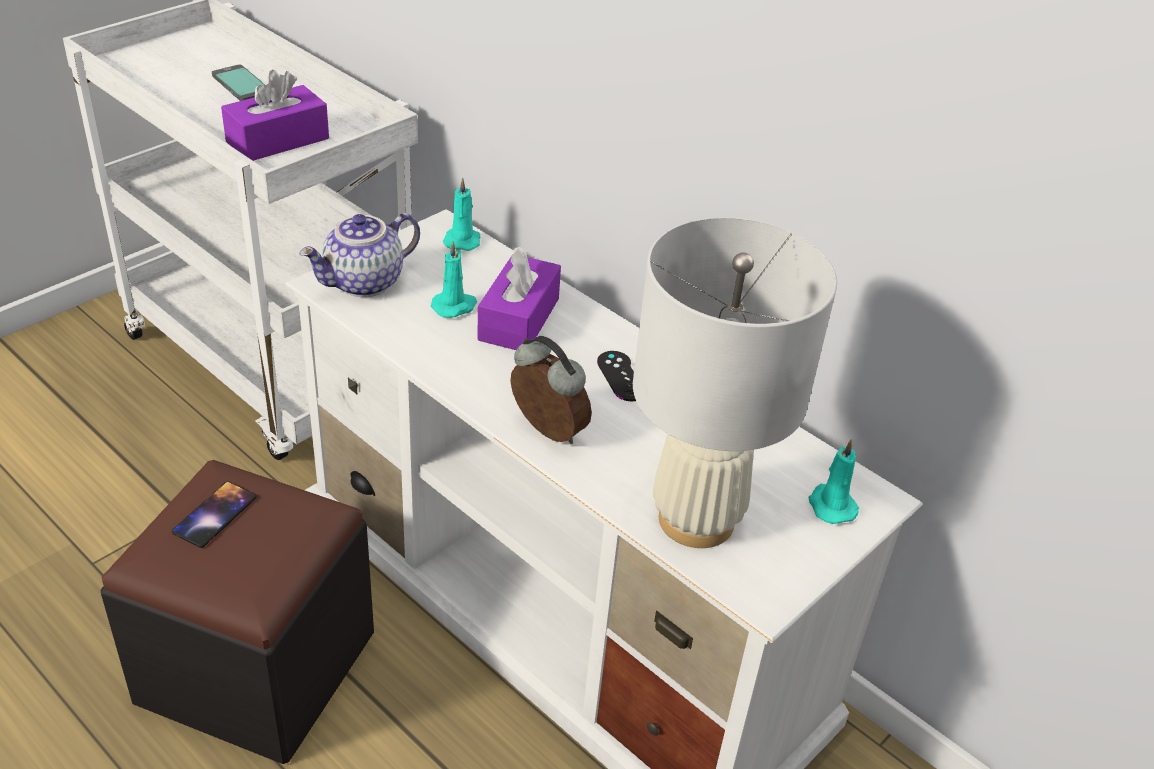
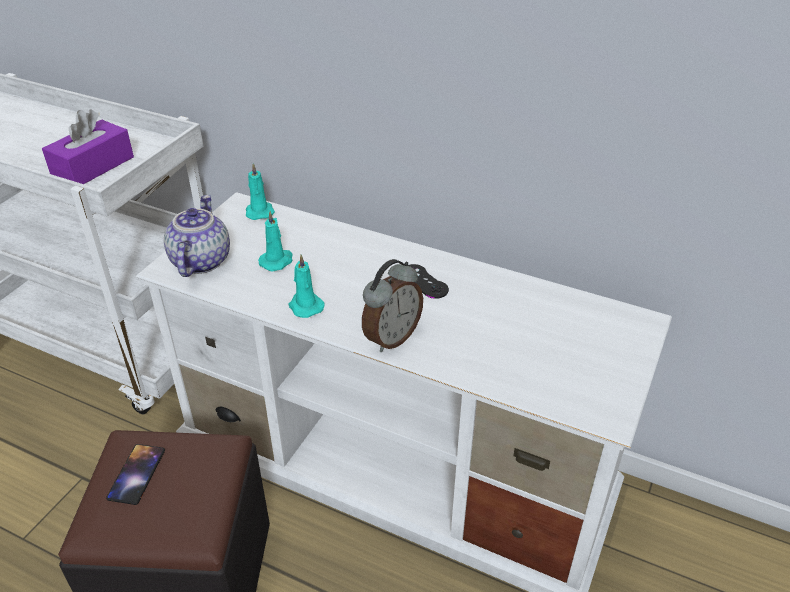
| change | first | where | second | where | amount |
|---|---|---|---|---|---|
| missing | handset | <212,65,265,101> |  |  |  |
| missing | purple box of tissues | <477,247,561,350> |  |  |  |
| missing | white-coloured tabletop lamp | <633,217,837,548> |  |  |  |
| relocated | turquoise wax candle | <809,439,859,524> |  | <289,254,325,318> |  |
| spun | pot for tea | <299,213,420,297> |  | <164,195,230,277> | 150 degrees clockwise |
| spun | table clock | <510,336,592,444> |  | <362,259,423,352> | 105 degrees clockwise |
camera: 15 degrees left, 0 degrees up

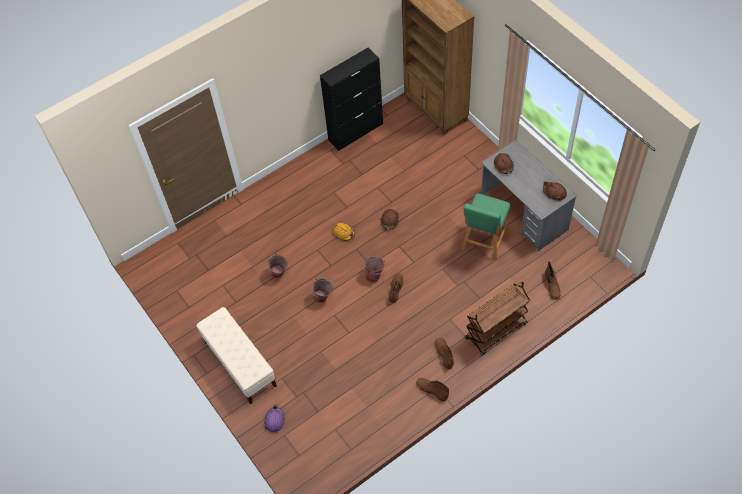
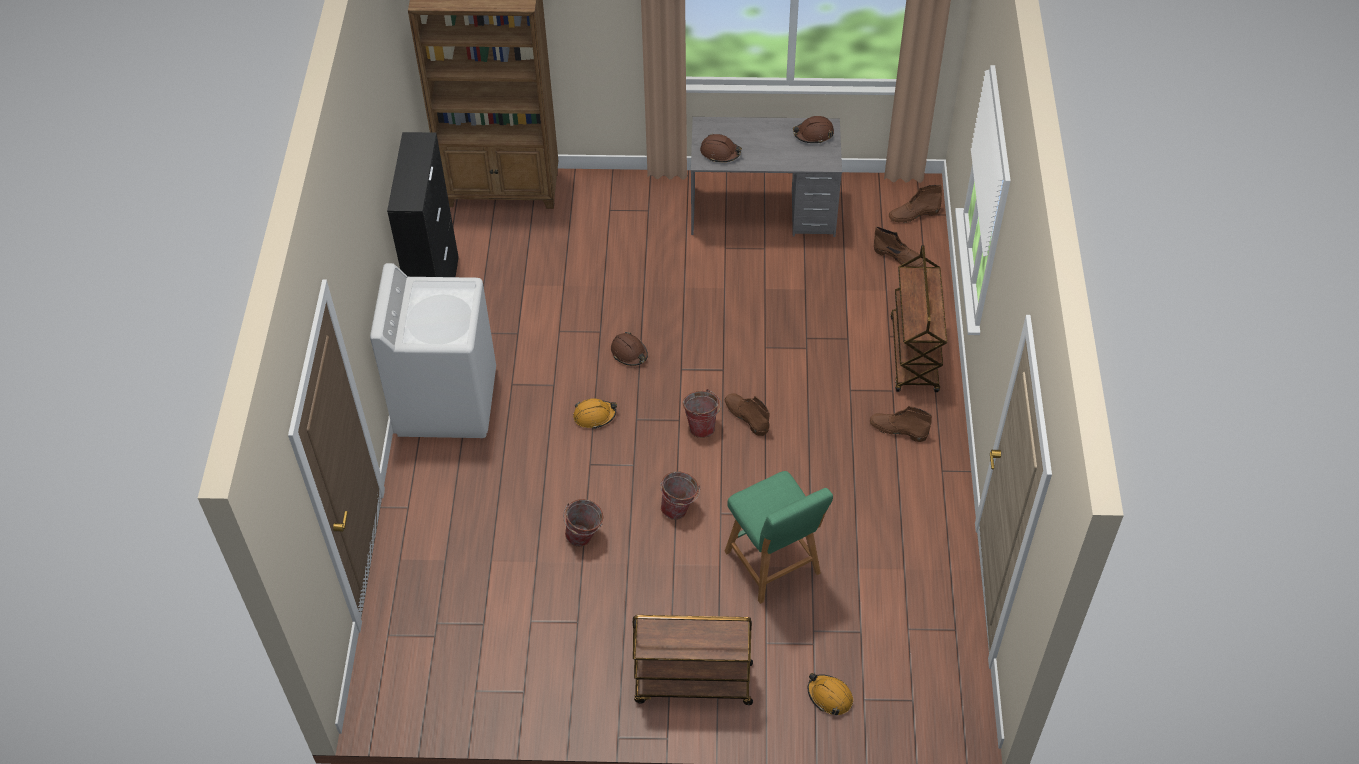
| change | first | where | second | where | amount |
|---|---|---|---|---|---|
| appeared |  |  | white-coloured laundry appliance | <370,263,496,438> |  |
| relocated | brown boot | <416,378,449,401> |  | <889,184,942,223> |  |
| relocated | green stool seat | <462,194,510,260> |  | <724,471,833,604> |  |
| exchanged | beige-coloured bench | <196,307,277,404> | brown trolley | <633,615,753,705> |  |
| colour | purple safety helmet | <264,404,285,433> | orange-coloured safety helmet | <808,673,853,716> |  |
camera: 55 degrees left, 5 degrees down

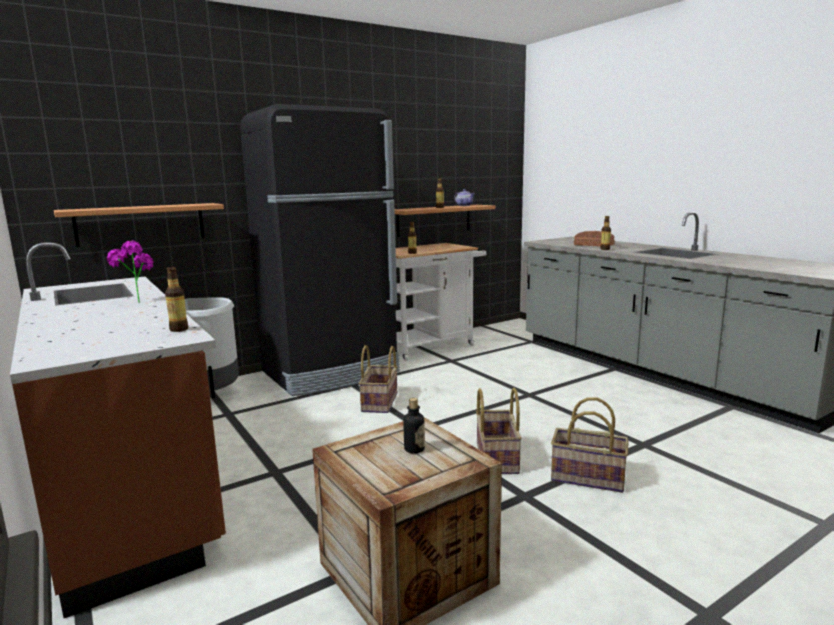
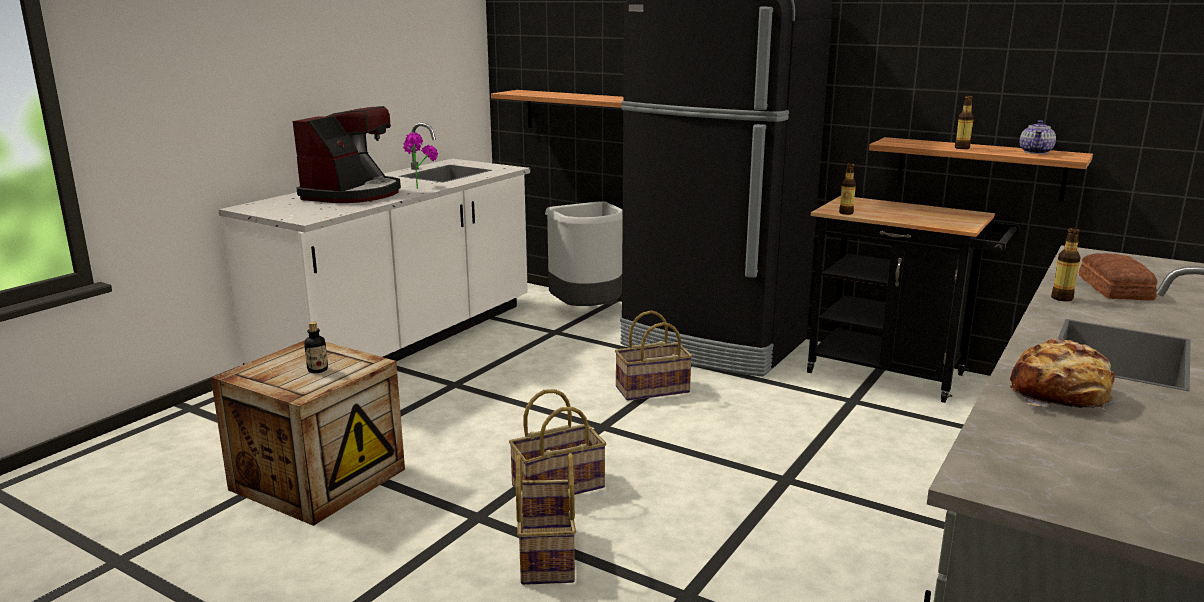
| change | first | where | second | where | amount |
|---|---|---|---|---|---|
| missing | drink bottle | <165,267,188,332> |  |  |  |
| appeared |  |  | coffee machine | <293,106,401,203> |  |
| appeared |  |  | baked bread | <1010,338,1115,410> |  |
| colour | brown kitchen base unit | <10,242,226,618> | white-coloured kitchen base unit | <218,122,530,365> |  |
| colour | white-coloured trolley | <396,243,486,361> | black-coloured trolley | <807,196,1020,403> |  |
camera: 65 degrees right, 5 degrees up

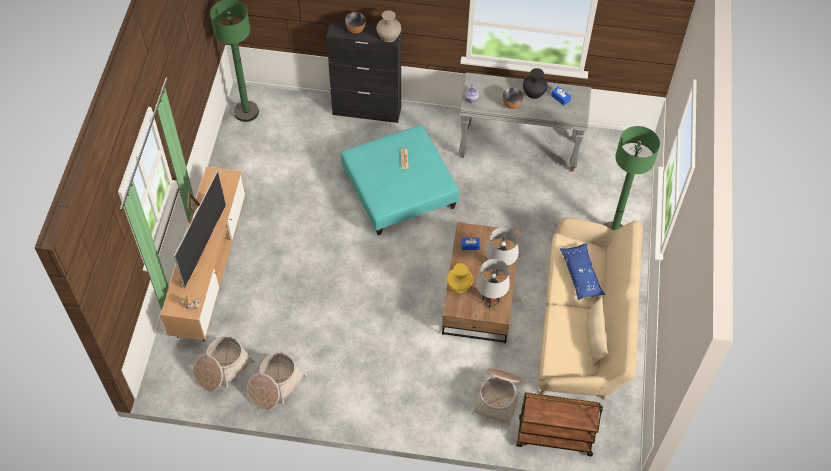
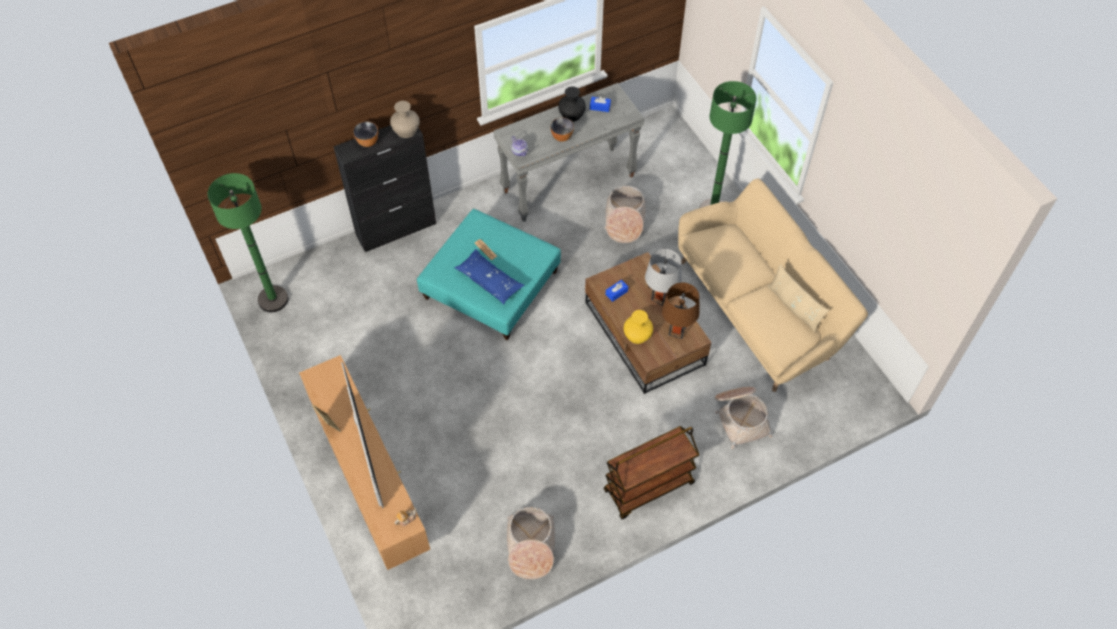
| change | first | where | second | where | amount |
|---|---|---|---|---|---|
| relocated | household basket | <193,336,255,392> |  | <605,186,646,243> |  |
| relocated | brown trolley | <516,392,603,456> |  | <603,426,699,519> |  |
| relocated | bluish throw pillow | <560,243,605,300> |  | <454,249,524,304> |  |
| colour | grey tabletop lamp | <476,259,510,308> | brown tabletop lamp | <662,283,699,339> |  |
camera: 35 degrees left, 0 degrees up

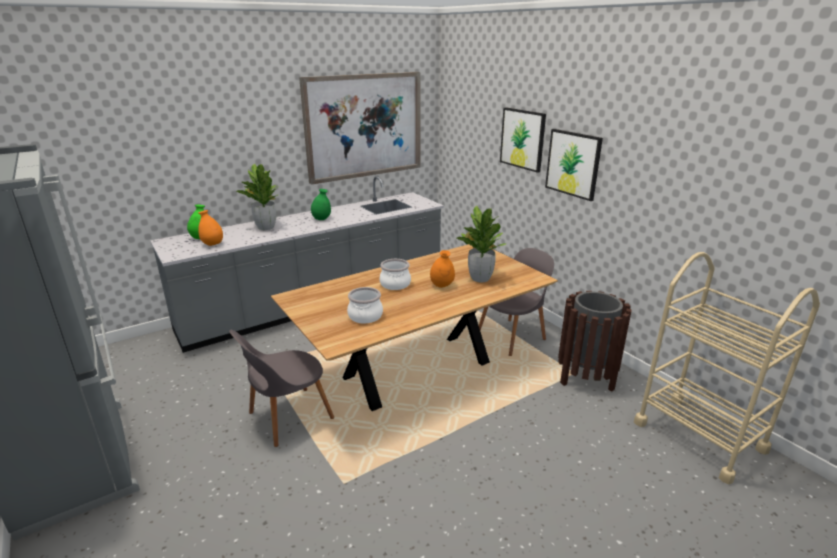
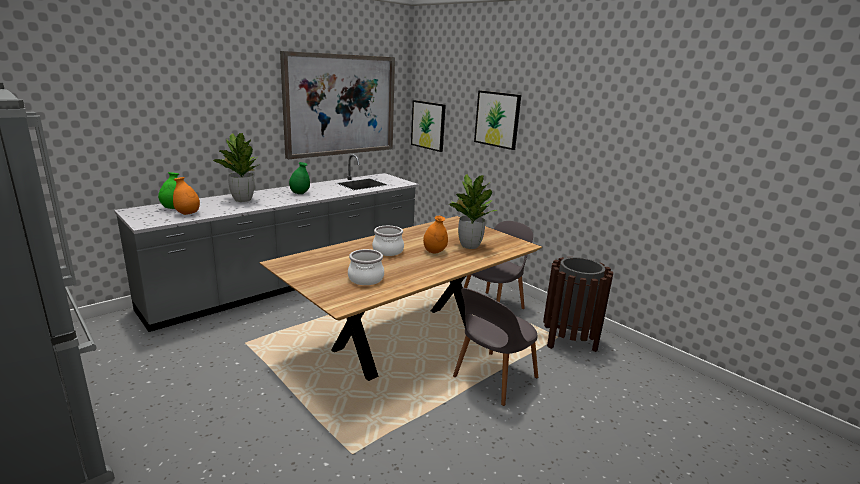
| change | first | where | second | where | amount |
|---|---|---|---|---|---|
| missing | beige-coloured trolley | <634,252,820,484> |  |  |  |
| relocated | grey chair | <229,330,334,447> |  | <453,288,538,406> |  |
| relocated | wall art | <545,129,603,201> |  | <411,100,446,152> |  |
camera: 10 degrees left, 5 degrees down

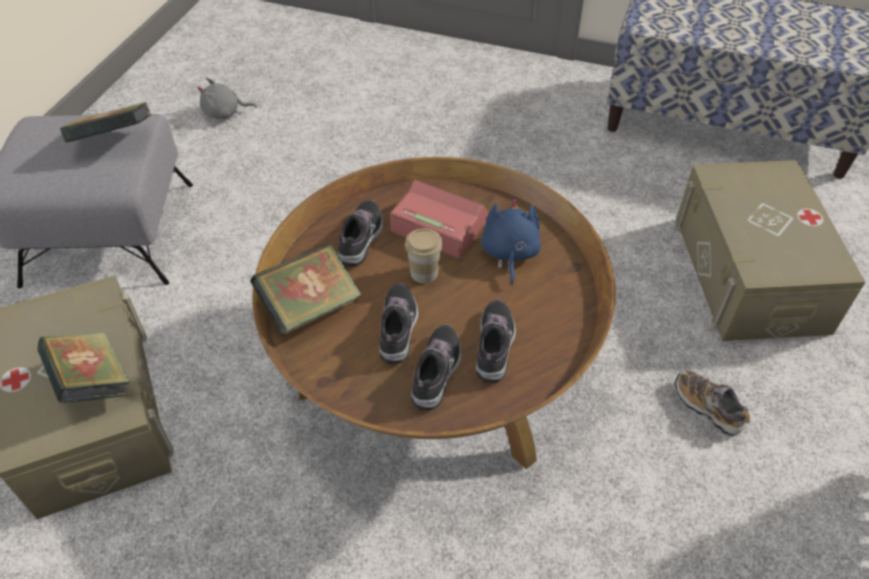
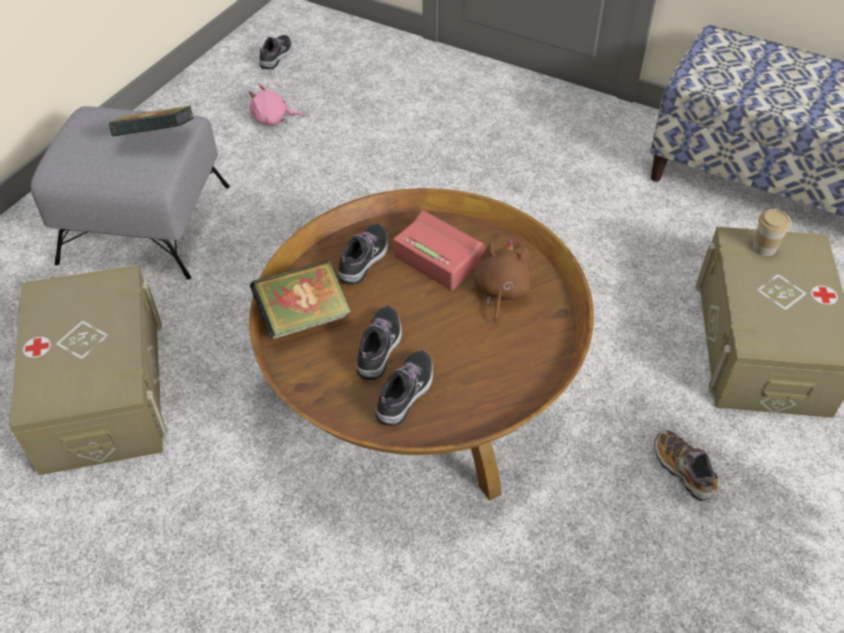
| change | first | where | second | where | amount |
|---|---|---|---|---|---|
| missing | bound book | <37,333,130,403> |  |  |  |
| relocated | small cup | <405,228,443,283> |  | <752,209,791,256> |  |
| relocated | low shoe | <476,299,516,383> |  | <259,35,292,69> |  |
| colour | grey plush toy | <197,78,257,119> | pink plush toy | <249,83,304,125> |  |
| colour | bluish plush toy | <481,198,541,286> | brown plush toy | <474,239,532,322> |  |
camera: 10 degrees right, 0 degrees up

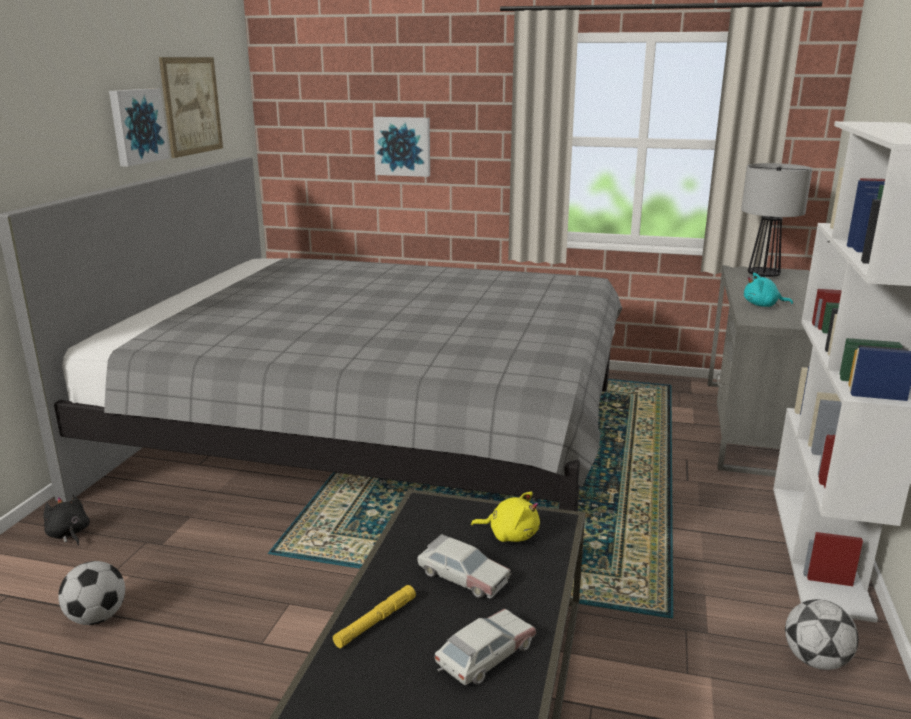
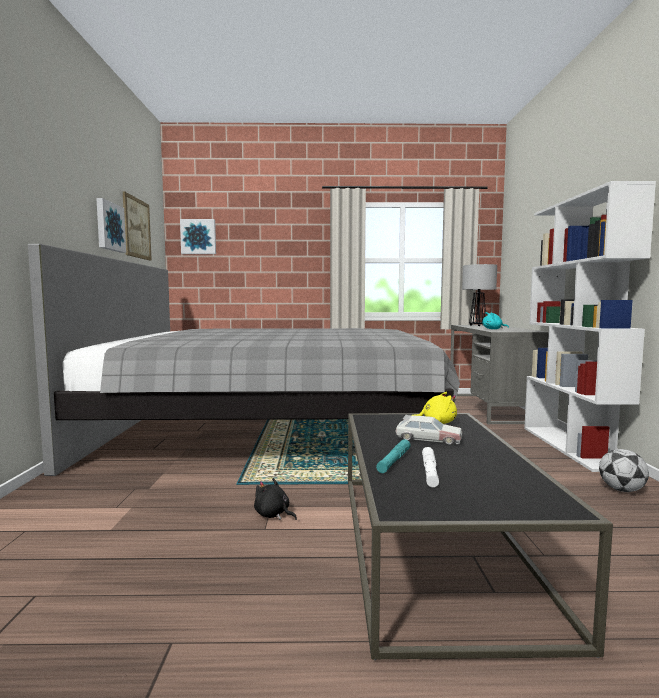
| change | first | where | second | where | amount |
|---|---|---|---|---|---|
| missing | ball for football | <58,561,125,625> |  |  |  |
| missing | miniature car | <435,609,536,685> |  |  |  |
| appeared |  |  | white-coloured flashlight | <422,447,439,487> |  |
| relocated | black-coloured plush toy | <44,495,90,546> |  | <254,478,297,520> |  |
| relocated | wall art | <373,117,430,177> |  | <180,219,216,254> |  |
| colour | yellowish flashlight | <333,585,416,648> | turquoise flashlight | <376,439,410,473> |  |
camera: 15 degrees left, 15 degrees down

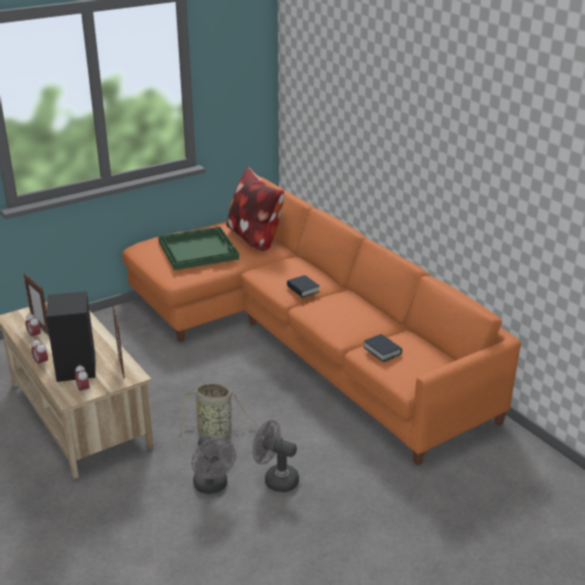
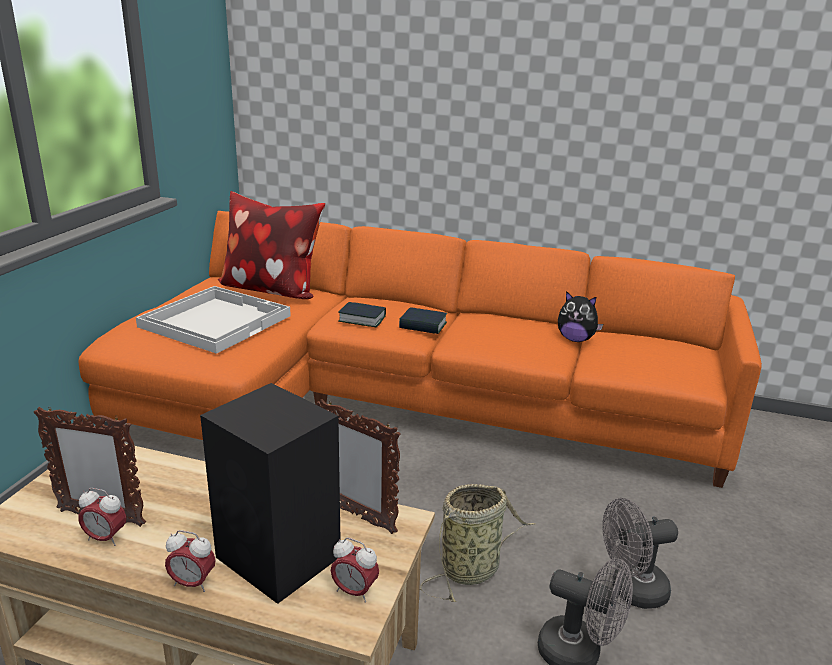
| change | first | where | second | where | amount |
|---|---|---|---|---|---|
| appeared |  |  | plush toy | <558,291,603,342> |  |
| relocated | bound book | <363,334,402,362> |  | <338,302,386,327> |  |
| colour | green tray | <158,227,240,270> | white-coloured tray | <136,286,291,354> |  |
camera: 40 degrees left, 5 degrees down

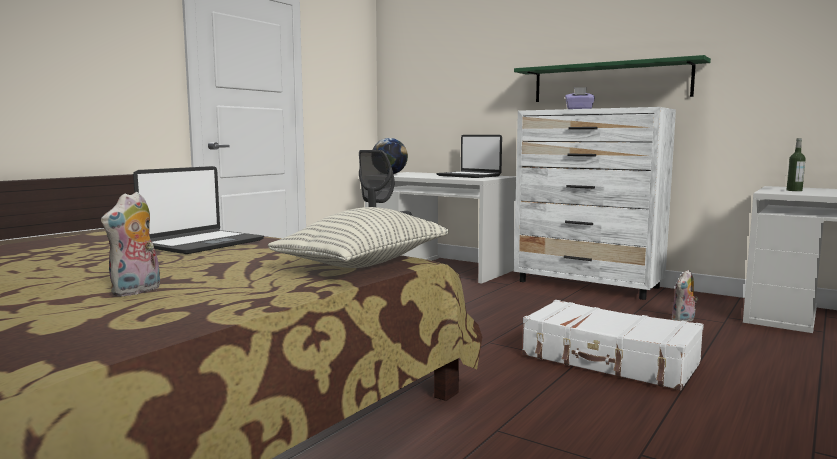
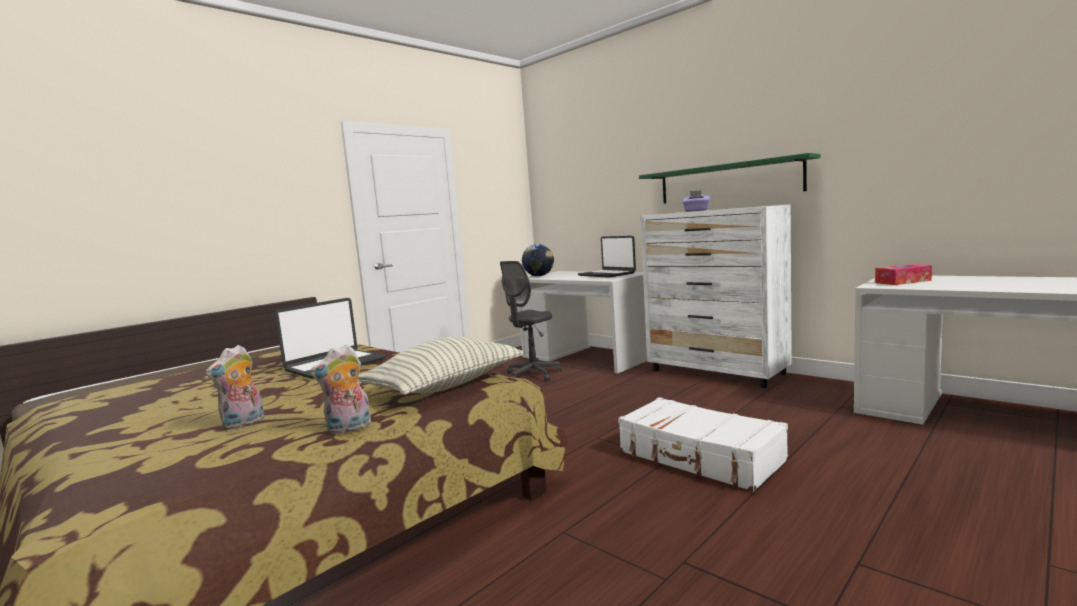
| change | first | where | second | where | amount |
|---|---|---|---|---|---|
| relocated | plush toy | <672,269,698,322> |  | <310,344,371,434> |  |
| exchanged | drink bottle | <787,138,806,191> | box of tissues | <875,264,932,285> |  |
camera: 10 degrees right, 0 degrees up

